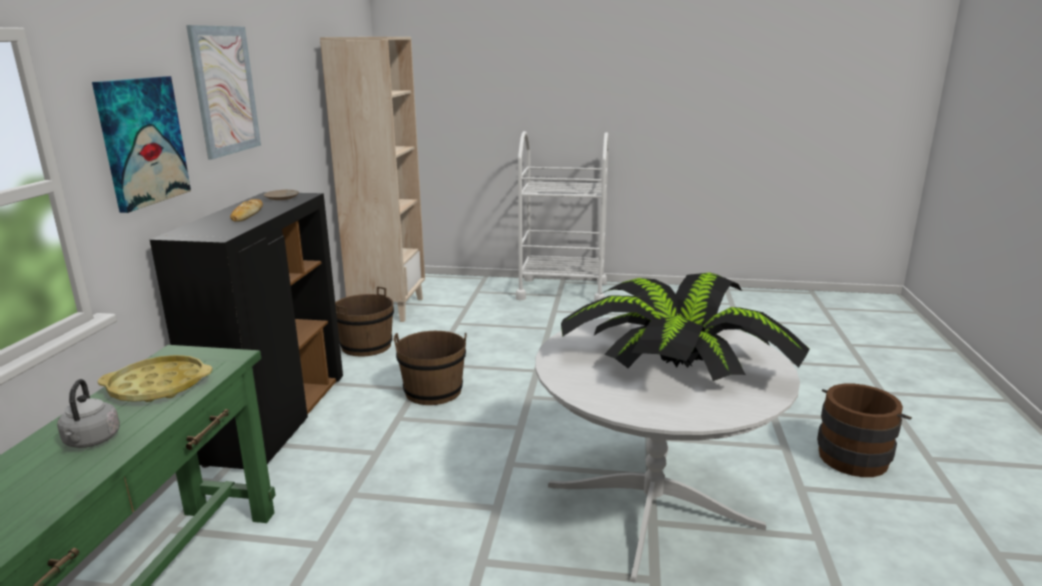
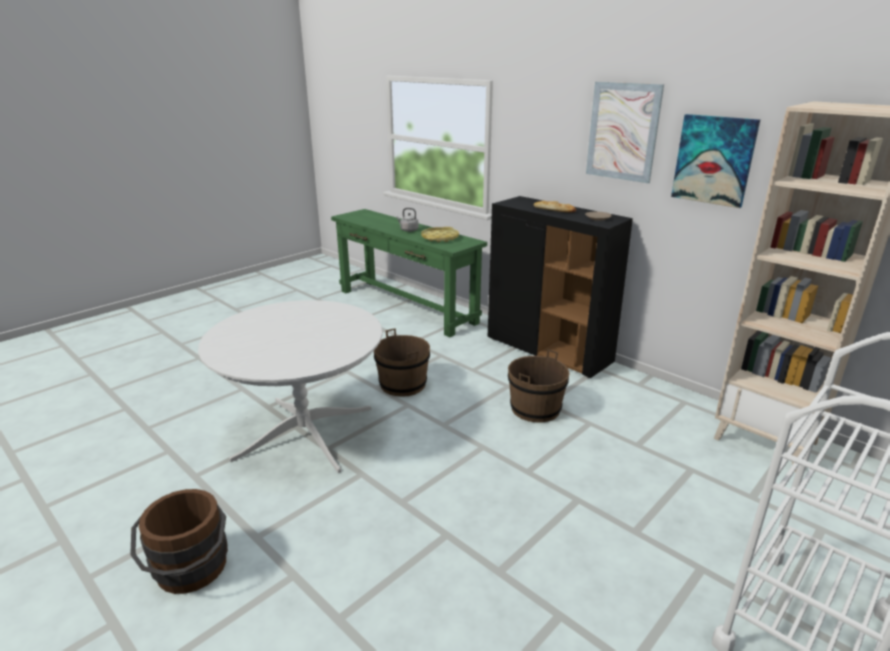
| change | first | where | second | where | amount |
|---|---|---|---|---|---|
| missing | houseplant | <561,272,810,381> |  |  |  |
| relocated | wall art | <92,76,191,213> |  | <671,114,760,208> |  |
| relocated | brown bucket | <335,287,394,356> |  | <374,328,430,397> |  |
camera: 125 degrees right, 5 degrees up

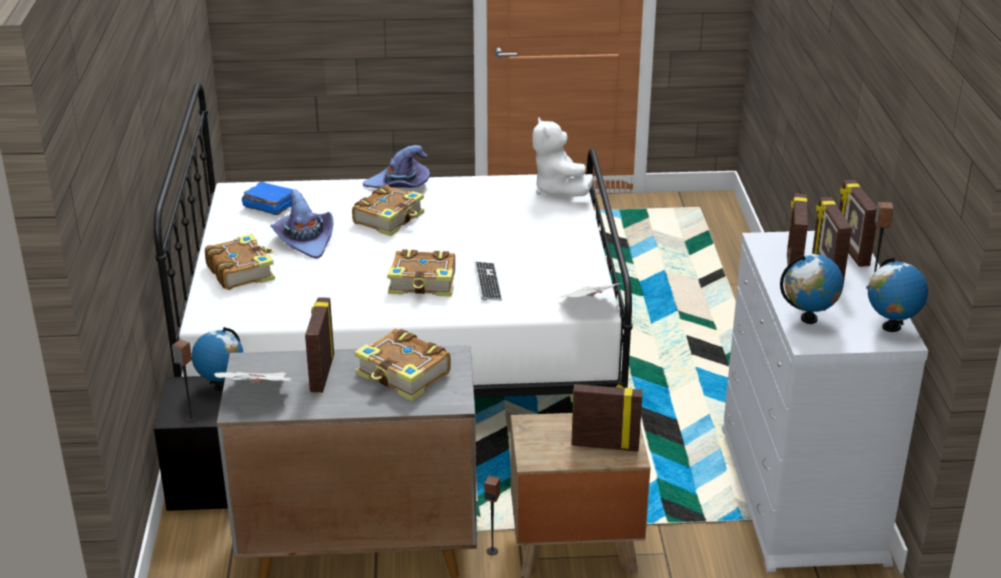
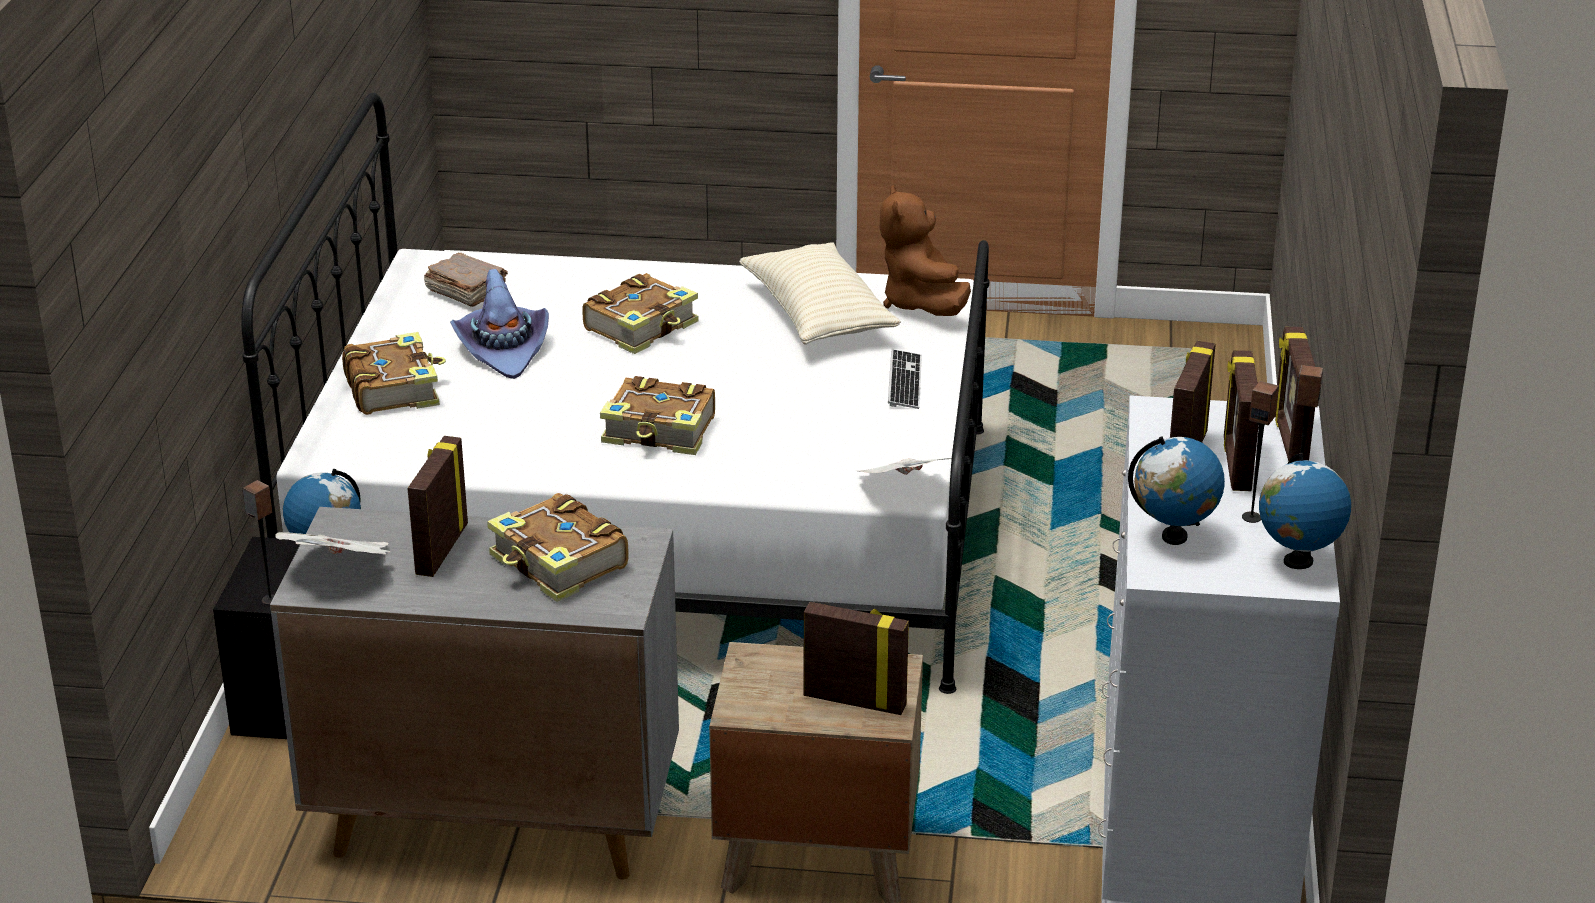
| change | first | where | second | where | amount |
|---|---|---|---|---|---|
| missing | purple clothing hat | <363,145,430,189> |  |  |  |
| appeared |  |  | beige-coloured throw pillow | <739,242,901,345> |  |
| relocated | computer keyboard | <474,261,502,301> |  | <888,349,922,409> |  |
| relocated | audio speaker | <484,476,500,555> |  | <1242,381,1279,523> |  |
| colour | bluish bound book | <242,182,293,215> | brown bound book | <424,253,508,307> |  |
| colour | white-coloured plush toy | <532,117,594,197> | brown plush toy | <879,185,971,316> |  |
camera: 10 degrees right, 0 degrees up

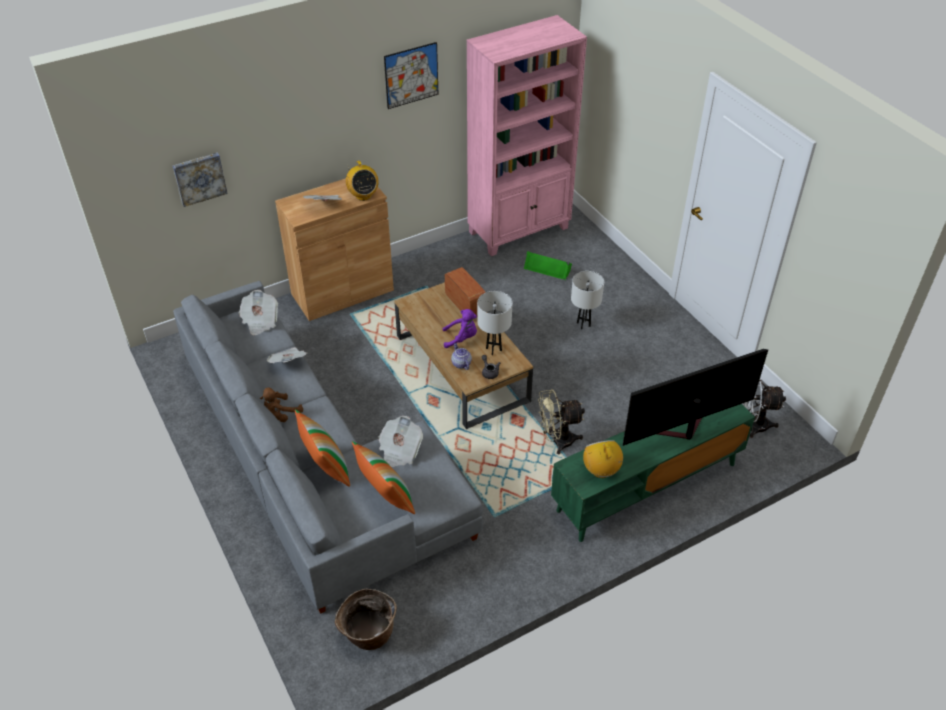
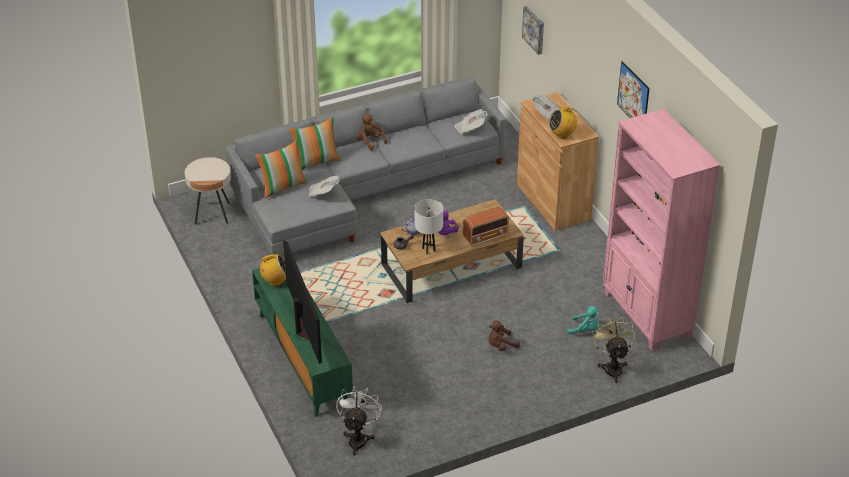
| change | first | where | second | where | amount |
|---|---|---|---|---|---|
| missing | newspaper | <266,348,307,363> |  |  |  |
| relocated | beige-coloured fan | <538,389,585,454> |  | <592,317,636,383> |  |
| exchanged | household basket | <335,589,397,650> | beige-coloured end table | <185,157,231,225> |  |
| exchanged | green audio speaker | <524,251,572,280> | turquoise plush toy | <567,306,599,334> |  |
| exchanged | white-coloured tabletop lamp | <571,271,604,329> | brown plush toy | <488,320,520,351> |  |
camera: 95 degrees right, 5 degrees down

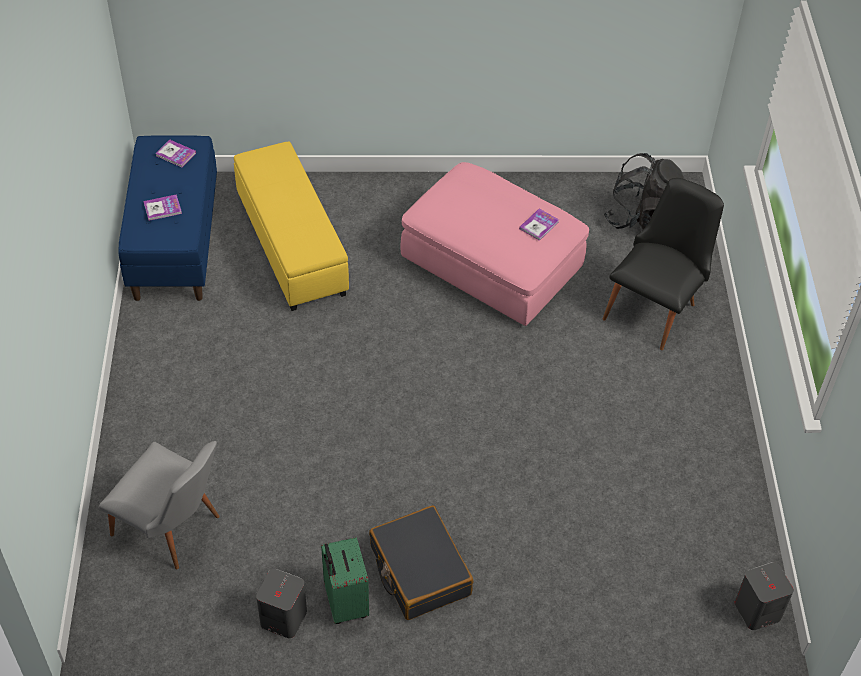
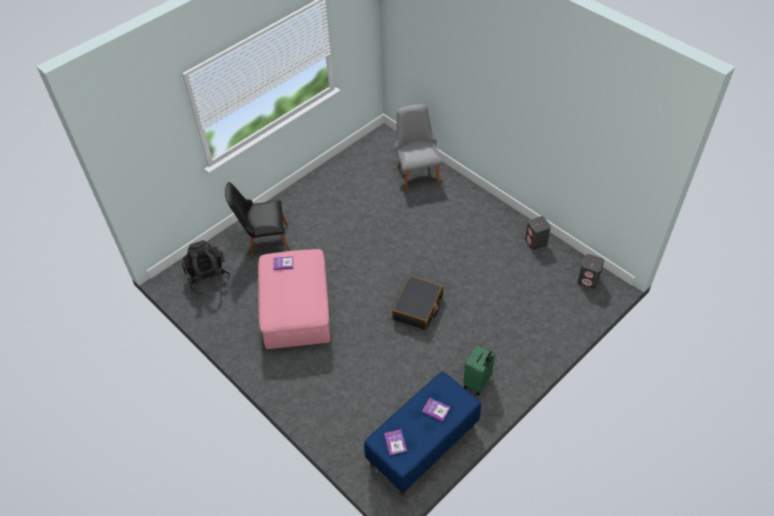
| change | first | where | second | where | amount |
|---|---|---|---|---|---|
| missing | yellowish pouffe | <234,142,349,311> |  |  |  |
| relocated | grey chair | <99,441,220,569> |  | <395,104,443,193> |  |
| relocated | green travel case | <321,537,369,624> |  | <463,345,495,395> |  |
| relocated | black-coloured travel case | <369,505,474,620> |  | <392,276,443,330> |  |
| relocated | grey audio speaker | <735,562,794,630> |  | <577,254,604,289> |  |
camera: 130 degrees left, 0 degrees up

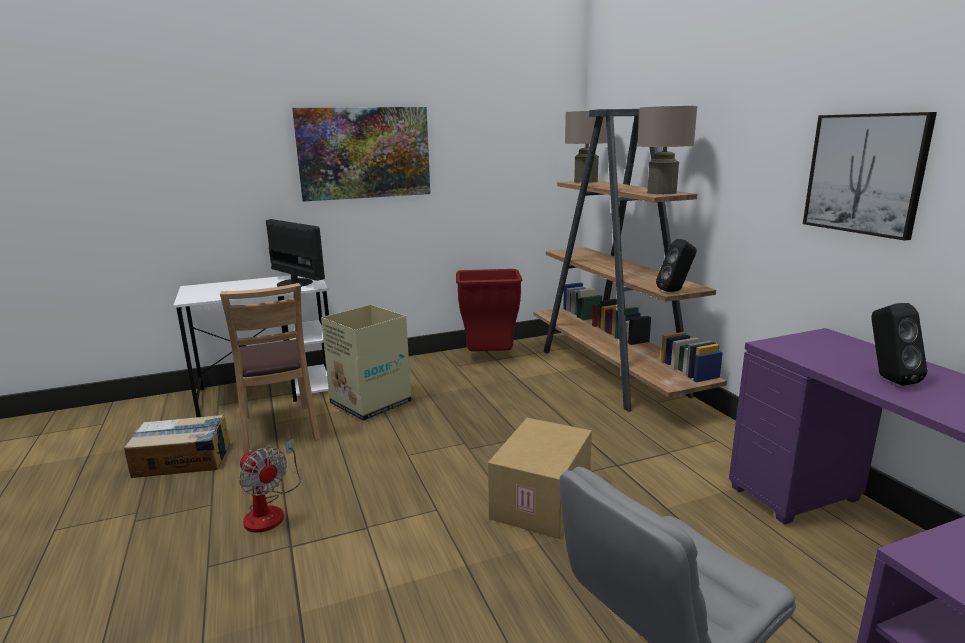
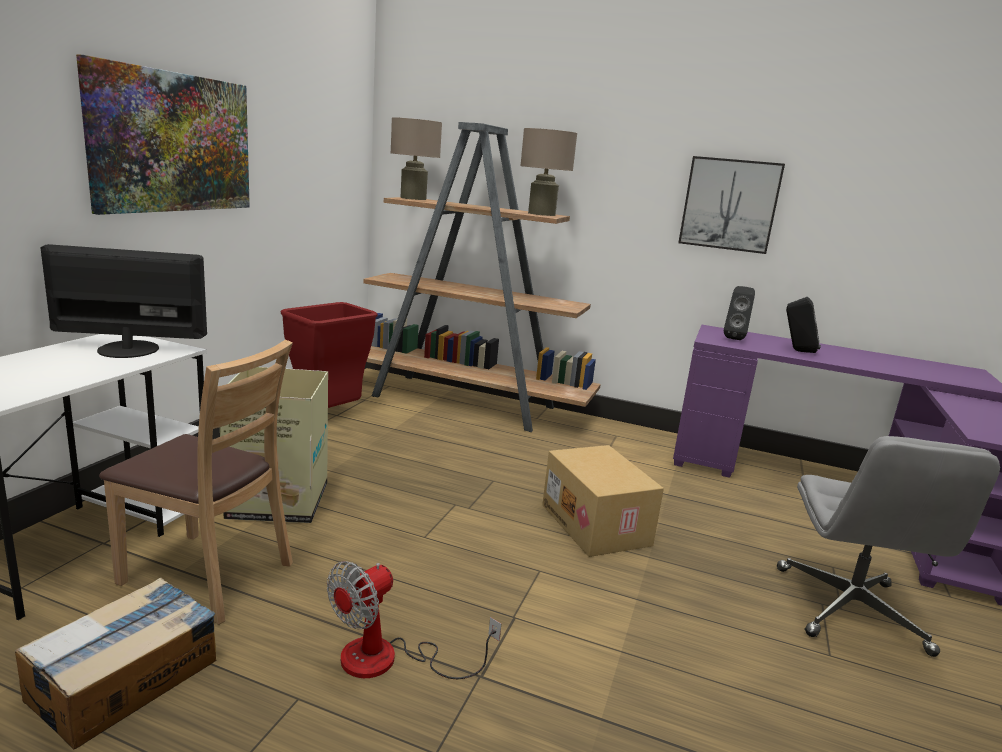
| change | first | where | second | where | amount |
|---|---|---|---|---|---|
| relocated | black-coloured audio speaker | <656,239,697,292> |  | <724,286,755,340> |  |
| spun | fan | <239,439,301,532> |  | <327,561,501,679> | 135 degrees clockwise |
camera: 50 degrees left, 0 degrees up

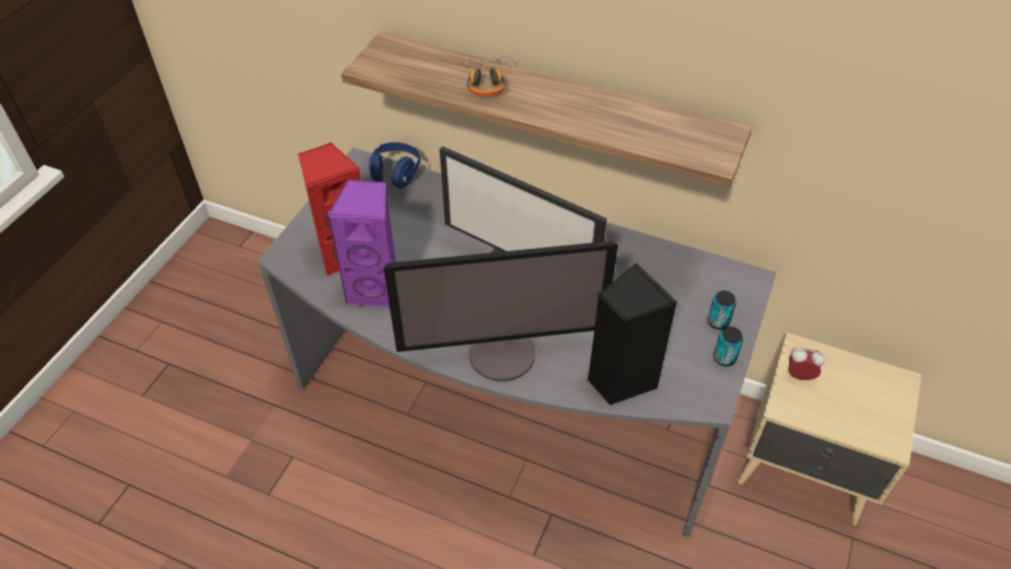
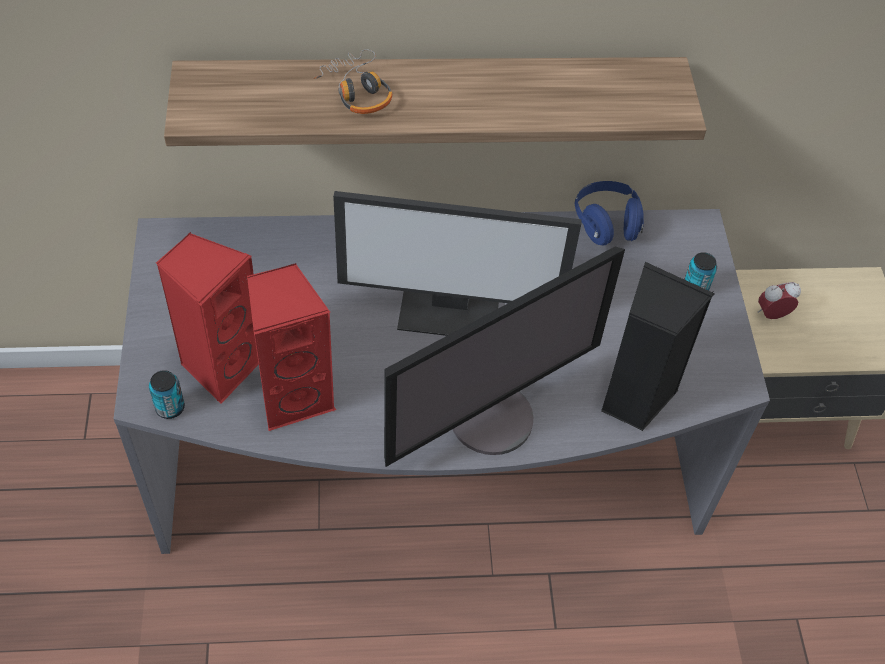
| change | first | where | second | where | amount |
|---|---|---|---|---|---|
| relocated | bluish headphones | <369,142,421,188> |  | <575,181,644,245> |  |
| relocated | sealed can | <713,327,743,366> |  | <149,370,185,419> |  |
| colour | purple audio speaker | <327,180,396,307> | reddish audio speaker | <247,263,336,431> |  |
camera: 30 degrees left, 5 degrees up

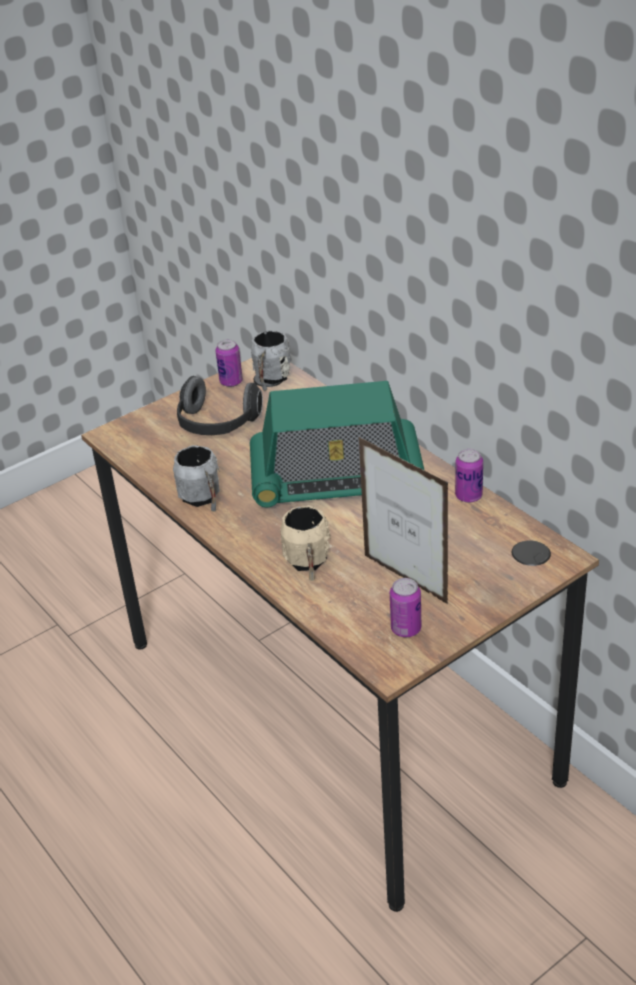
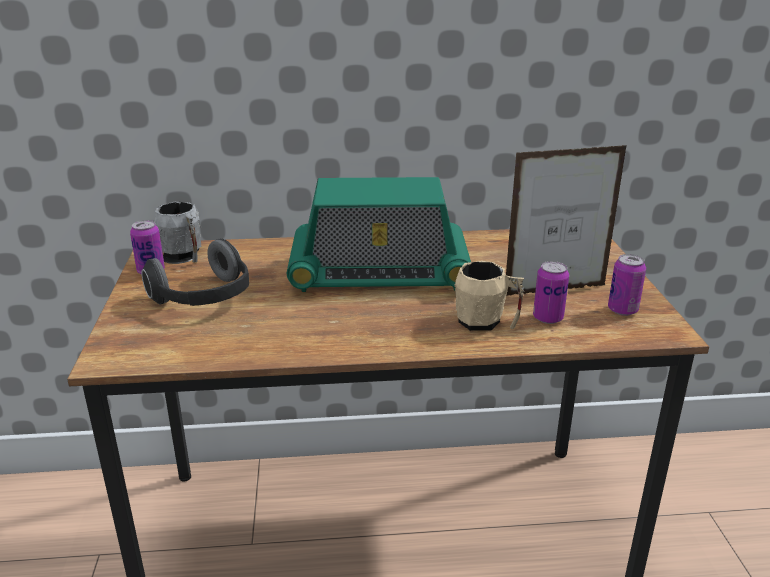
| change | first | where | second | where | amount |
|---|---|---|---|---|---|
| missing | grey tea mug | <173,445,220,512> |  |  |  |
| relocated | sealed can | <455,449,483,503> |  | <533,261,569,324> |  |
| spun | radio receiver | <250,381,424,507> |  | <287,177,471,292> | 60 degrees clockwise |
camera: 60 degrees left, 10 degrees down

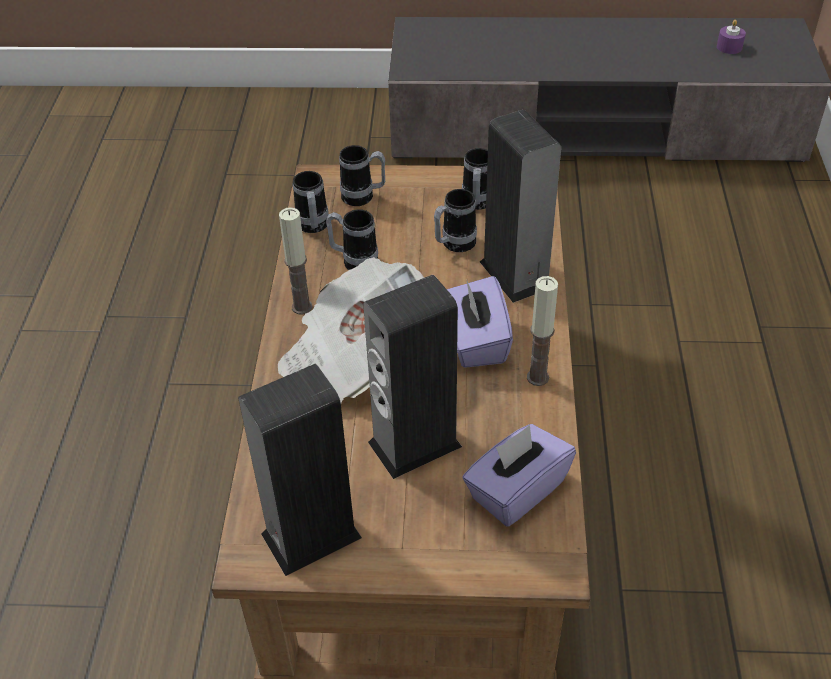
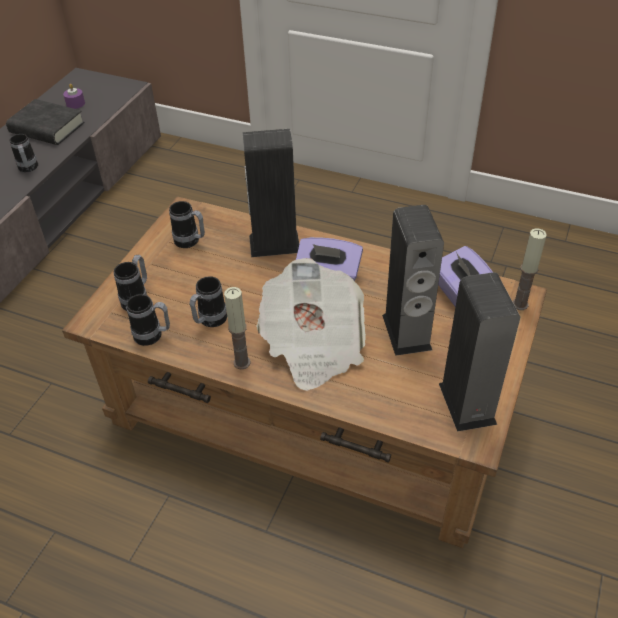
| change | first | where | second | where | amount |
|---|---|---|---|---|---|
| appeared |  |  | black-coloured bound book | <6,99,85,145> |  |
| relocated | tea mug | <434,189,477,252> |  | <9,134,38,172> |  |
| relocated | wax candle | <527,276,558,386> |  | <513,228,547,310> |  |
camera: 70 degrees left, 0 degrees up

